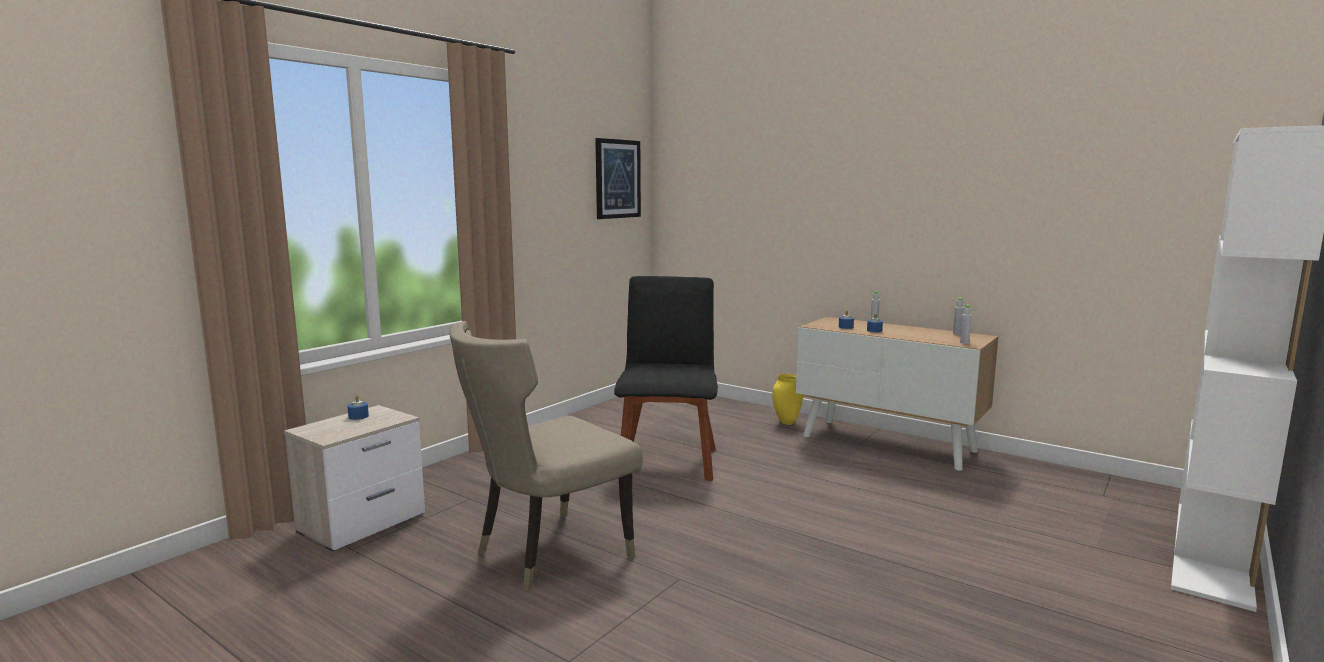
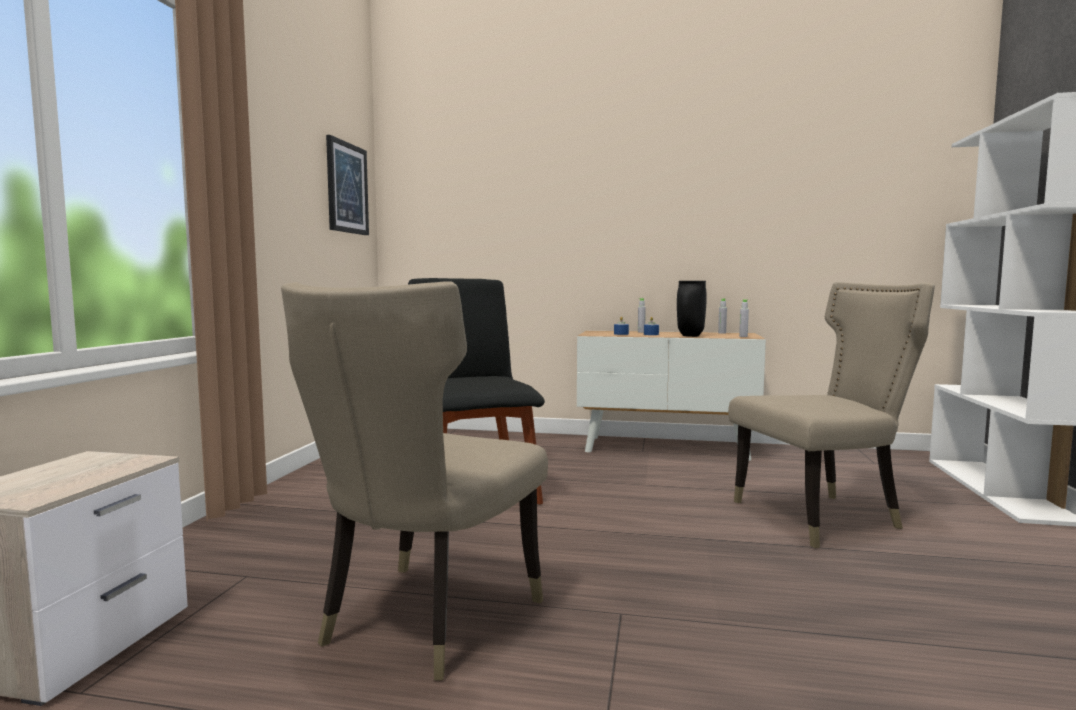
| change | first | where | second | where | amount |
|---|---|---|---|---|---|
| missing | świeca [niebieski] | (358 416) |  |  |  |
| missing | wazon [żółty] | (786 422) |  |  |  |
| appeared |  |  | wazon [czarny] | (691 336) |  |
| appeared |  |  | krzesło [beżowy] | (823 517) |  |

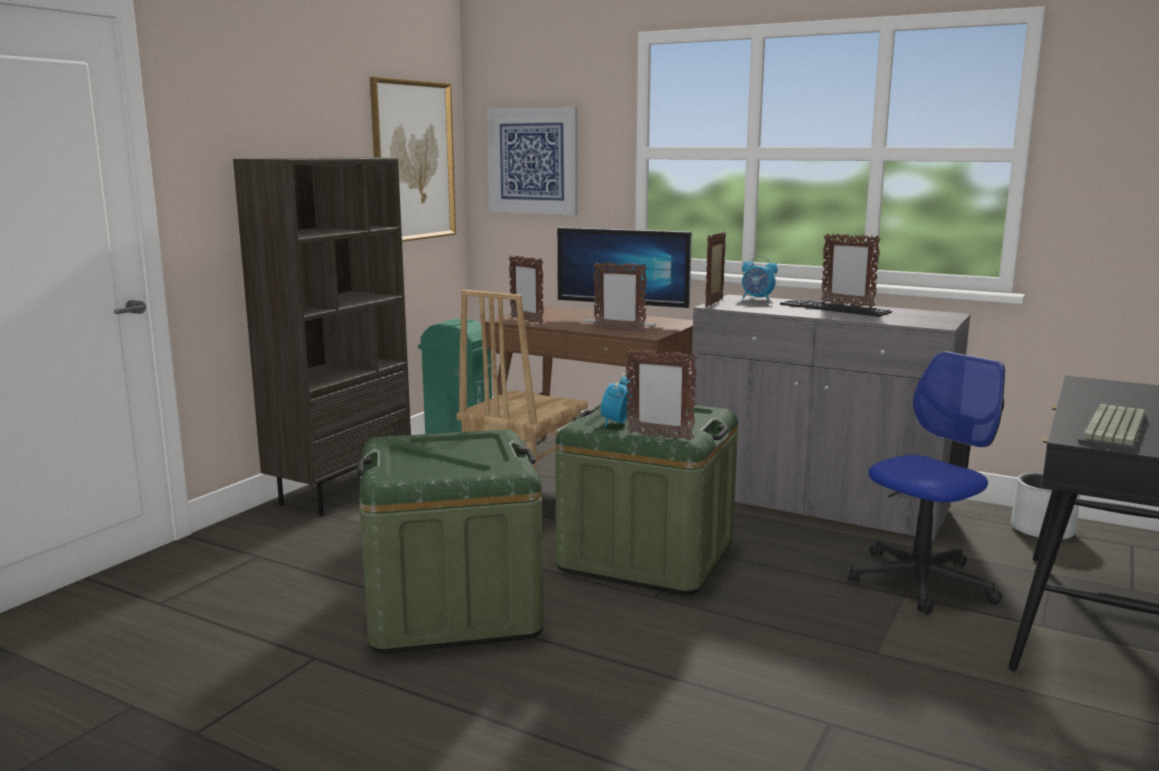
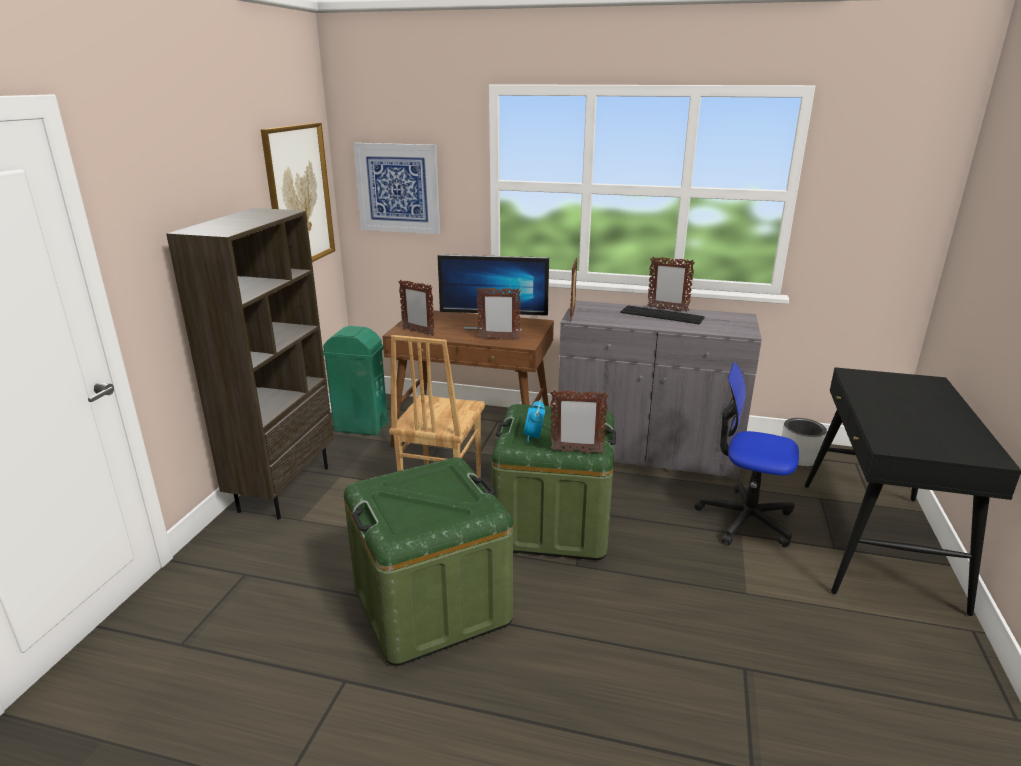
| change | first | where | second | where | amount |
|---|---|---|---|---|---|
| missing | budzik | (757 298) |  |  |  |
| spun | krzesło biurowe | (921 582) |  | (745 519) | 105 degrees counterclockwise |
| missing | klawiatura | (1116 431) |  |  |  |

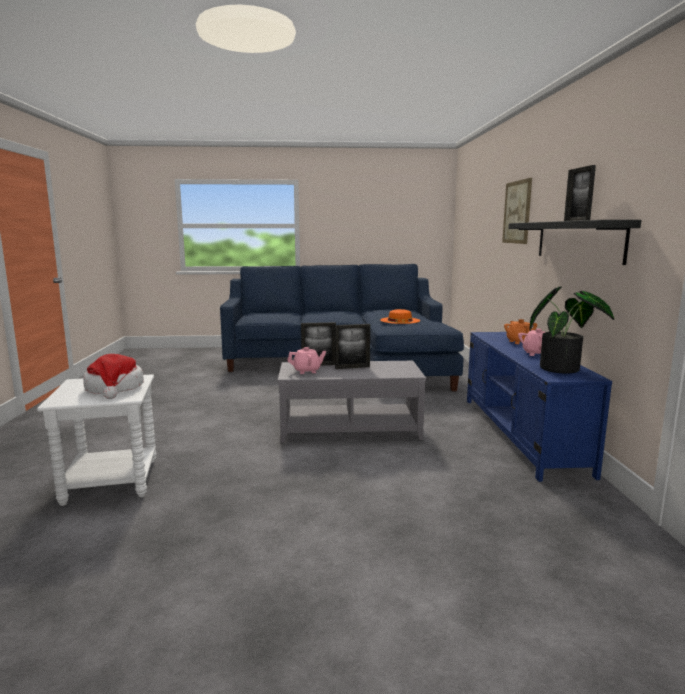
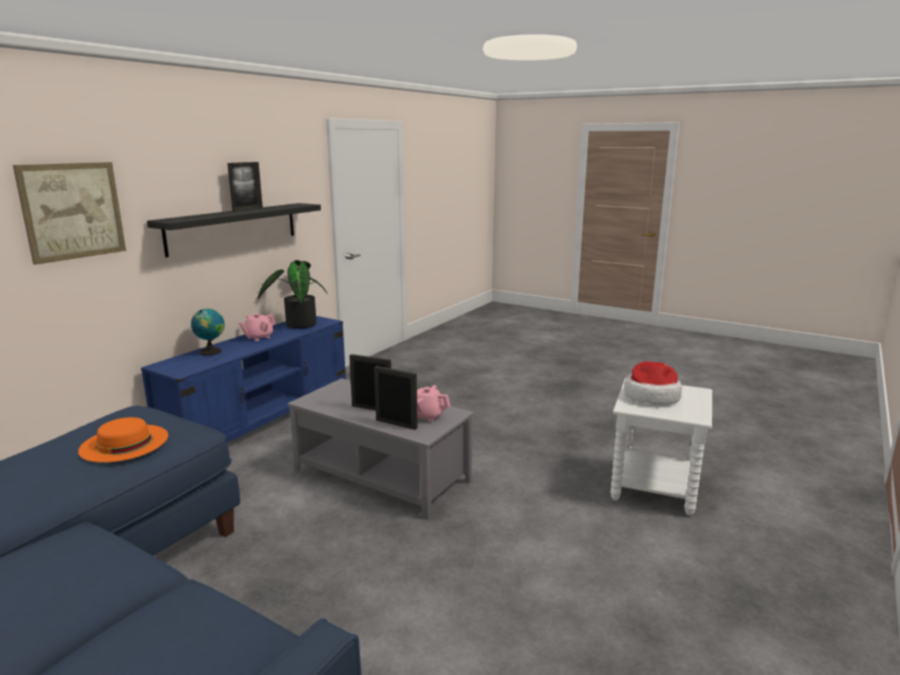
| change | first | where | second | where | amount |
|---|---|---|---|---|---|
| exchanged | imbryk [pomarańczowy] | (519 342) | globus | (211 351) |  |

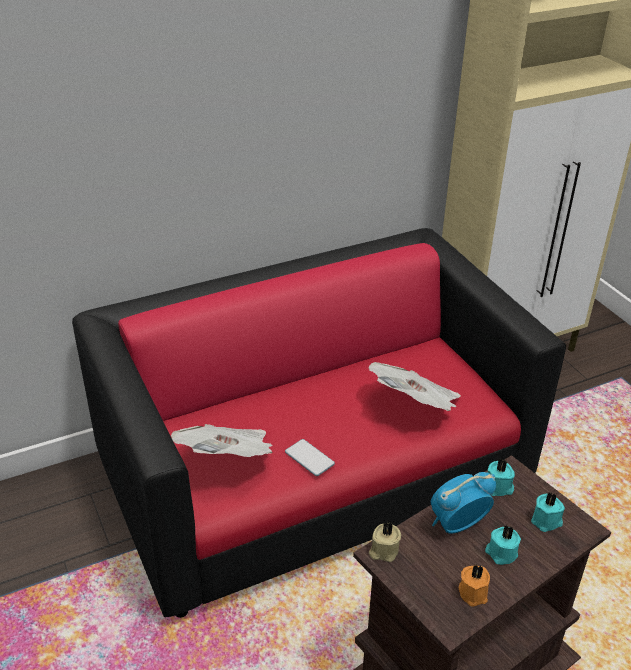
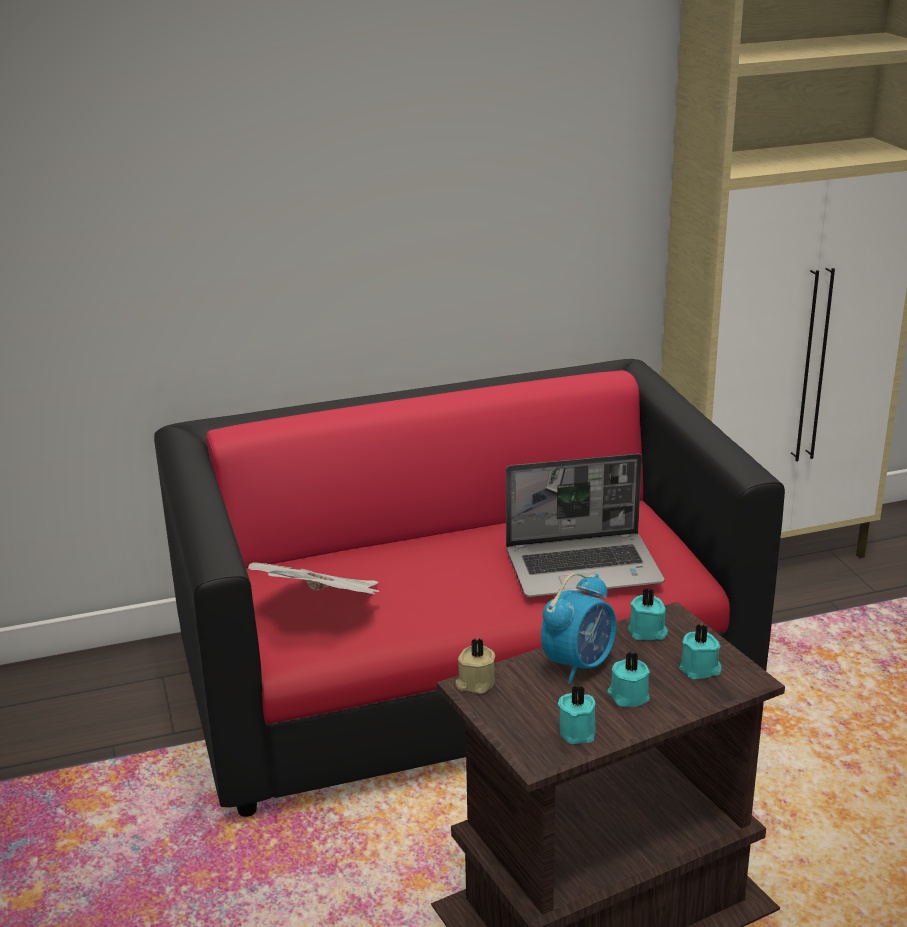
| change | first | where | second | where | amount |
|---|---|---|---|---|---|
| missing | telefon | (309 458) |  |  |  |
| exchanged | gazeta | (415 405) | laptop | (585 567) |  |
| spun | budzik | (456 524) |  | (579 664) | 150 degrees clockwise |
| colour | świeca [pomarańczowy] | (474 592) | świeca [turkusowy] | (578 731) |  |

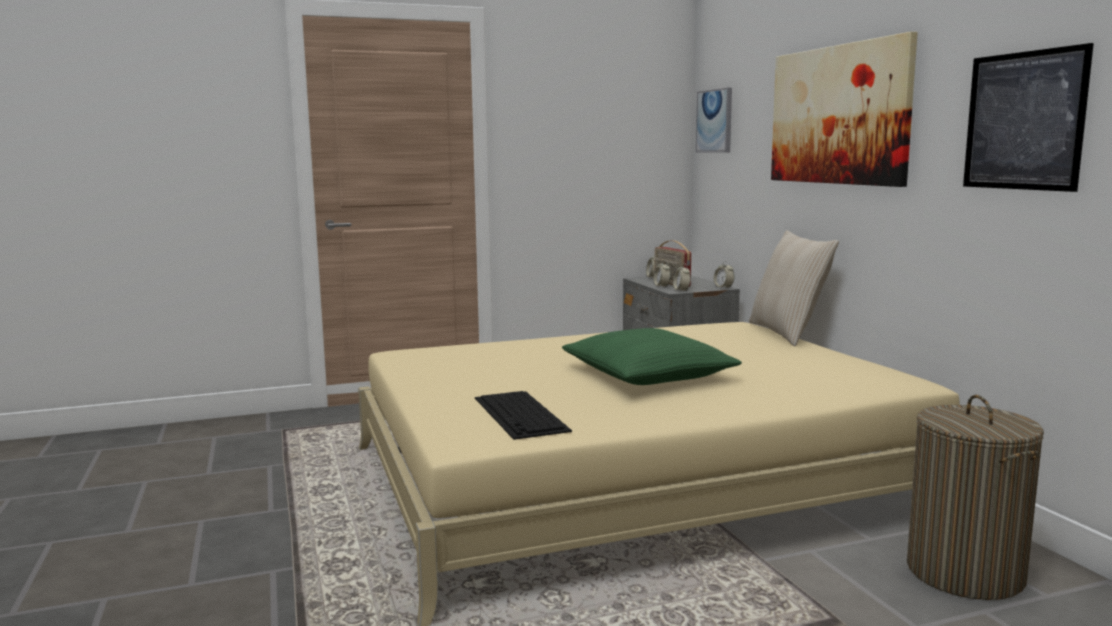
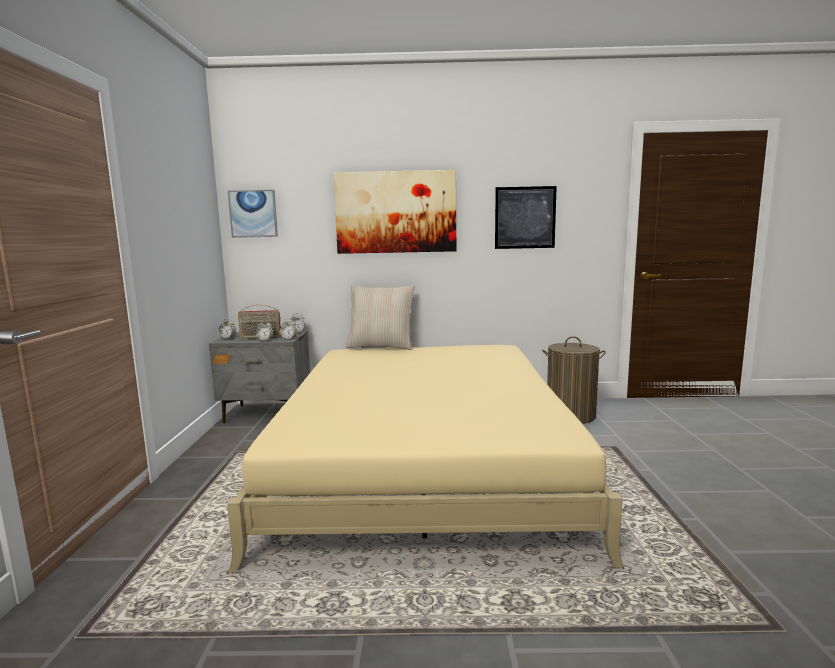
| change | first | where | second | where | amount |
|---|---|---|---|---|---|
| missing | klawiatura | (521 414) |  |  |  |
| missing | poduszka [zielony] | (647 375) |  |  |  |

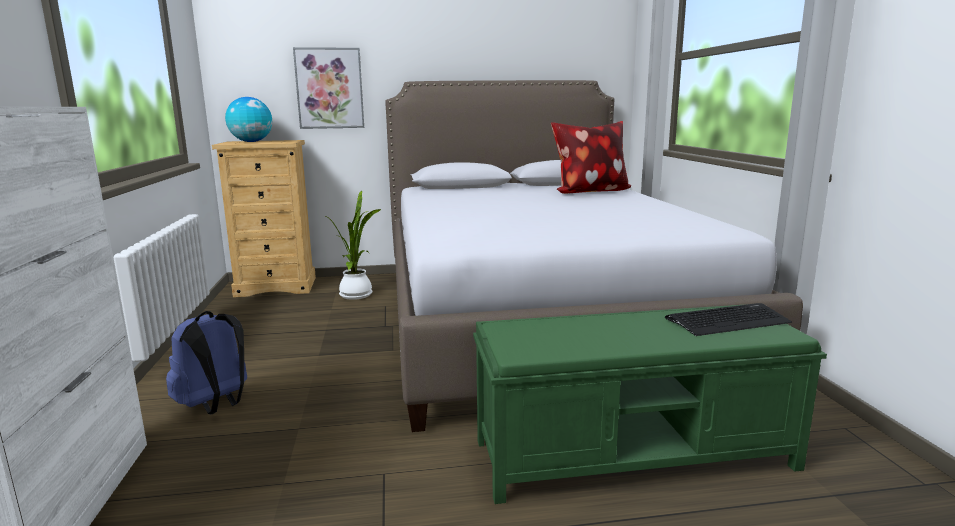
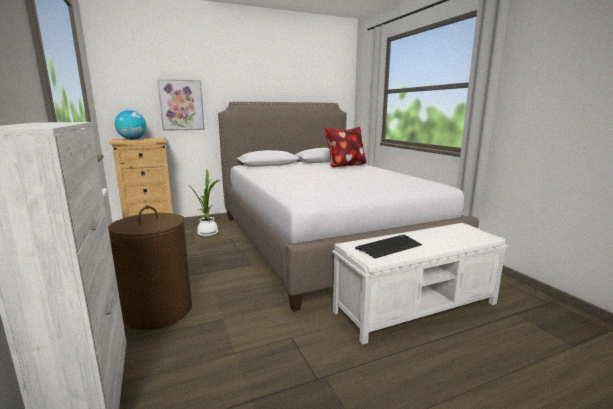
| change | first | where | second | where | amount |
|---|---|---|---|---|---|
| exchanged | plecak [niebieski] | (215 405) | kosz na pranie [brązowy] | (158 311) |  |
| colour | ławka [zielony] | (635 454) | ławka [biały] | (417 307) |  |
| relocated | klawiatura | (727 321) |  | (389 247) |  |

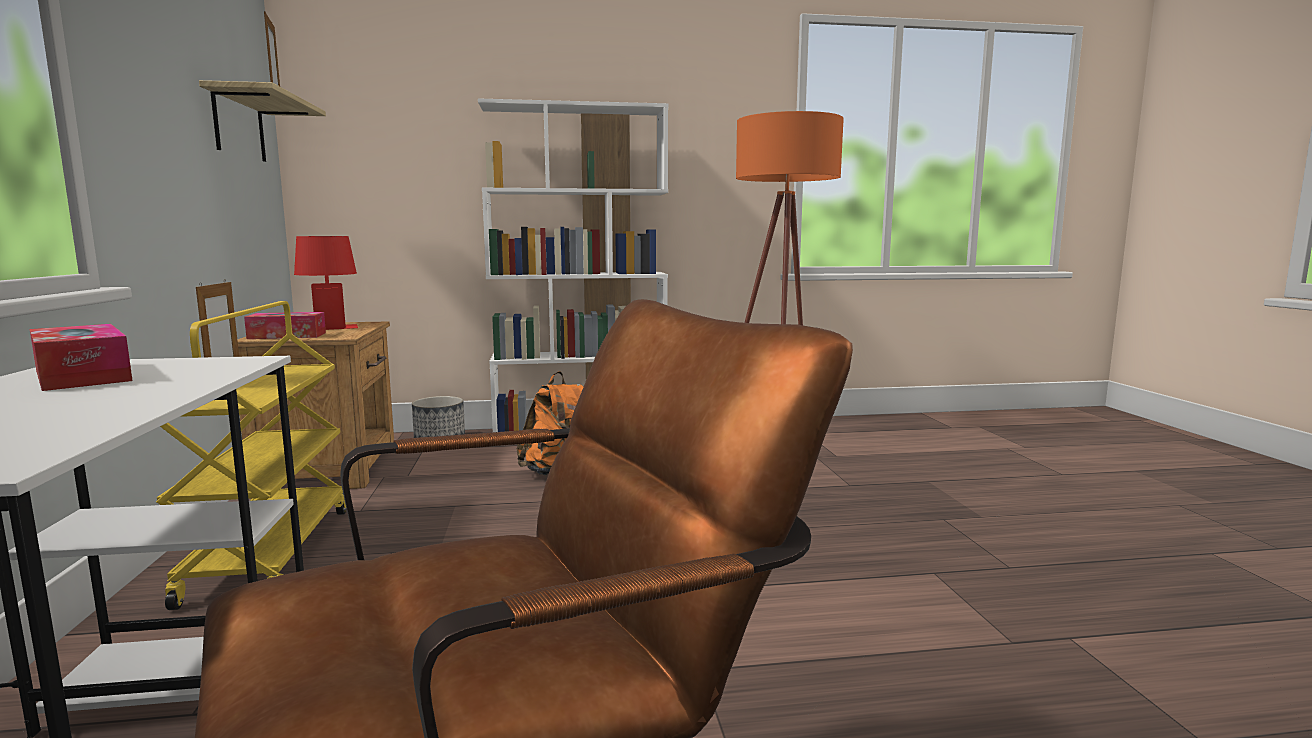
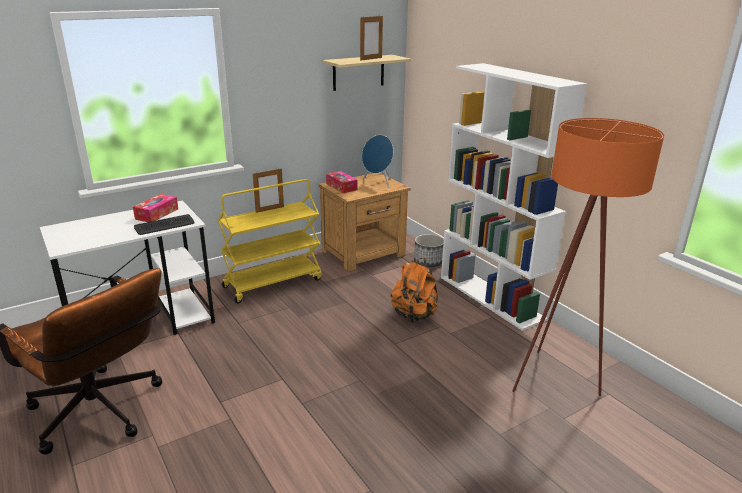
| change | first | where | second | where | amount |
|---|---|---|---|---|---|
| exchanged | lampa stołowa [czerwony] | (330 326) | głośnik [niebieski] | (378 183) |  |
| appeared |  |  | klawiatura | (165 225) |  |

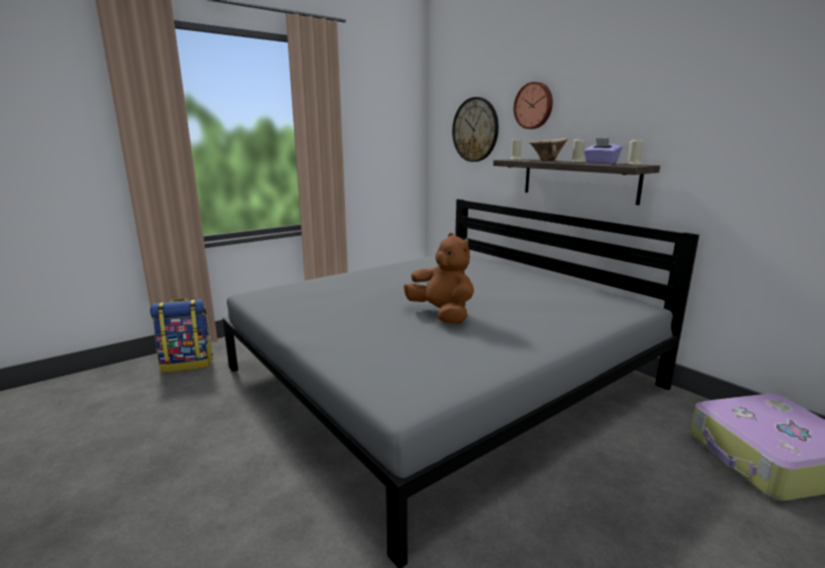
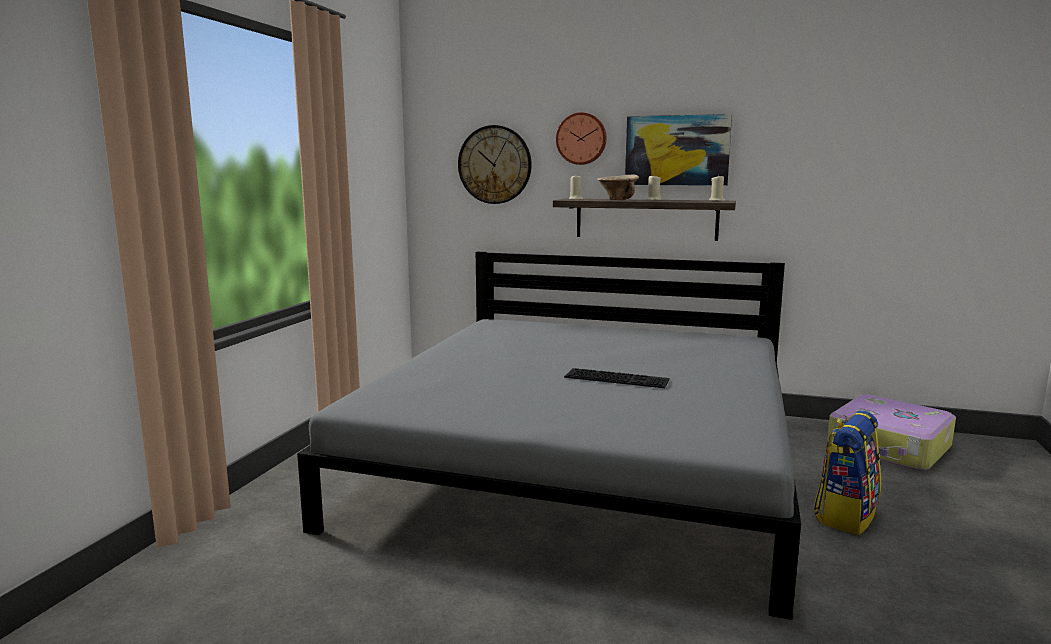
| change | first | where | second | where | amount |
|---|---|---|---|---|---|
| relocated | plecak | (188 364) |  | (845 515) |  |
| exchanged | pluszak [brązowy] | (442 314) | klawiatura | (618 378) |  |
| missing | pudełko chusteczek [fioletowy] | (600 163) |  |  |  |
| appeared |  |  | obraz | (677 150) |  |

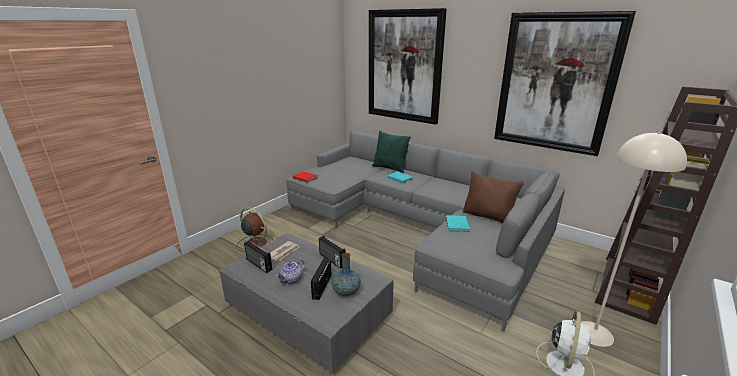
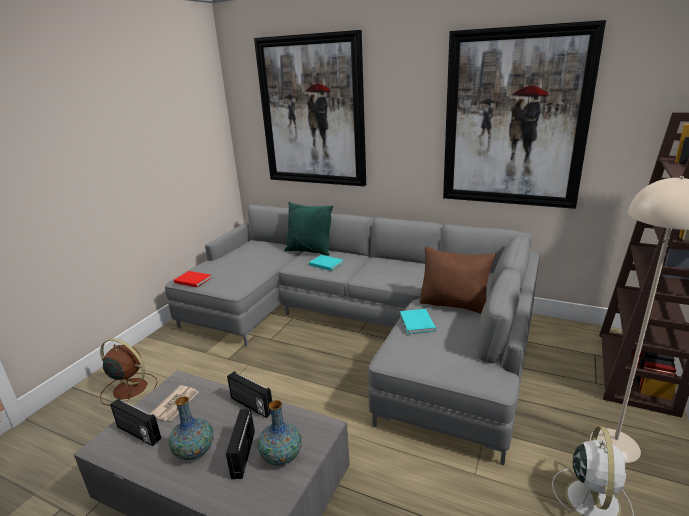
| change | first | where | second | where | amount |
|---|---|---|---|---|---|
| exchanged | imbryk | (292 280) | wazon | (195 451) |  |

